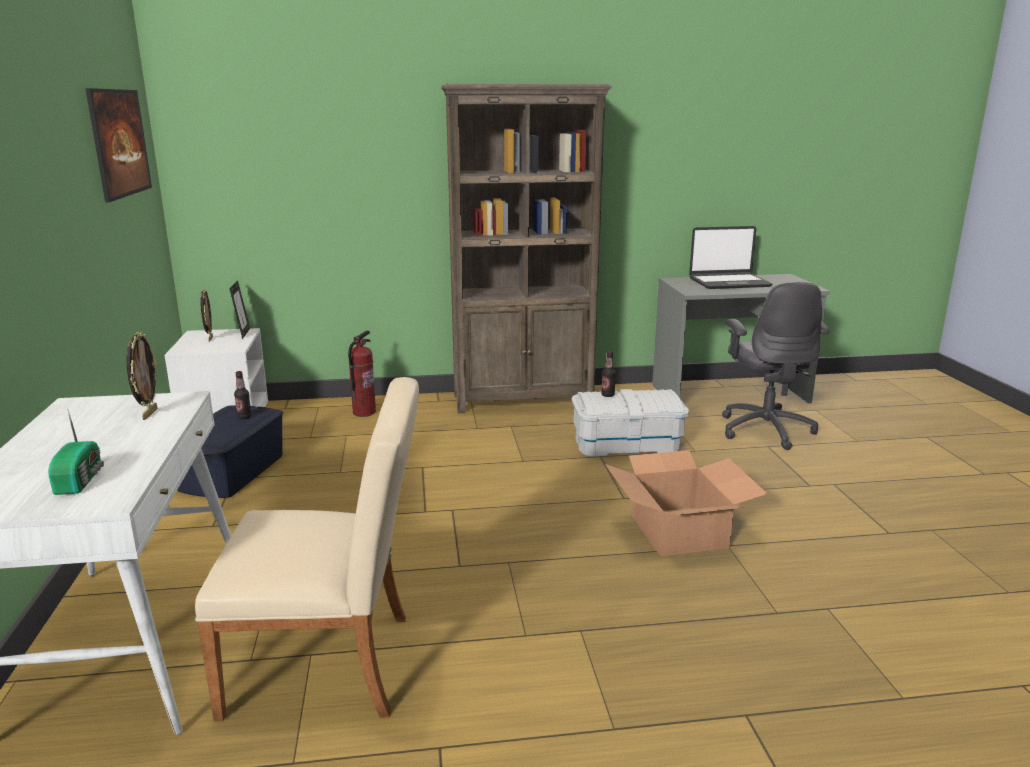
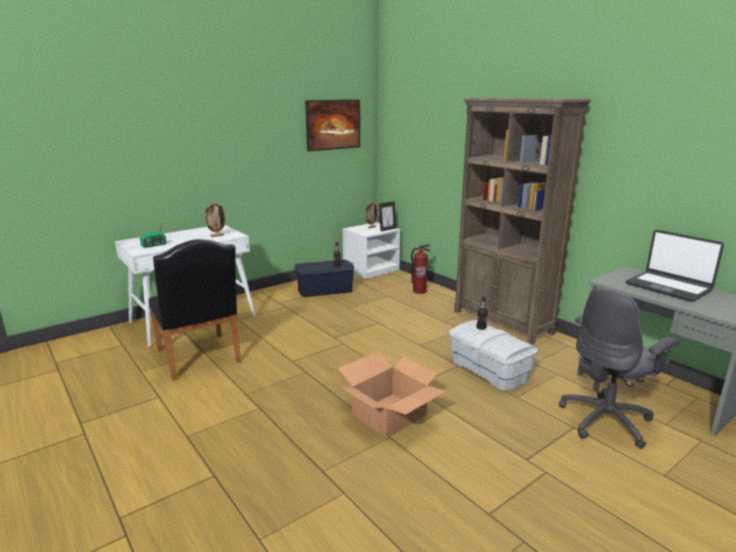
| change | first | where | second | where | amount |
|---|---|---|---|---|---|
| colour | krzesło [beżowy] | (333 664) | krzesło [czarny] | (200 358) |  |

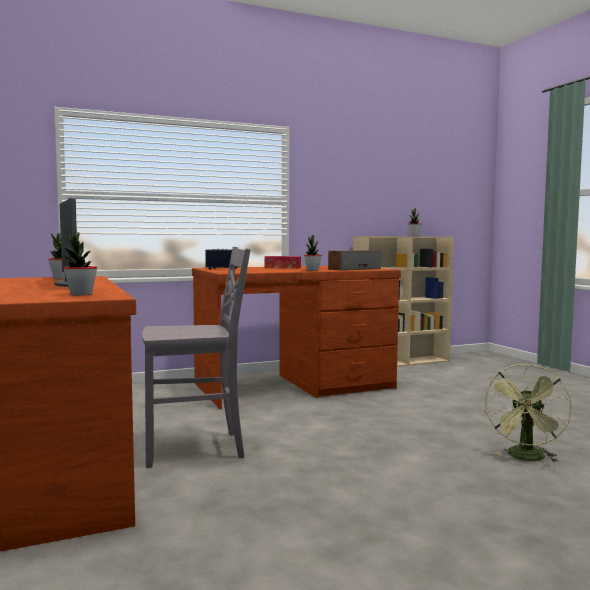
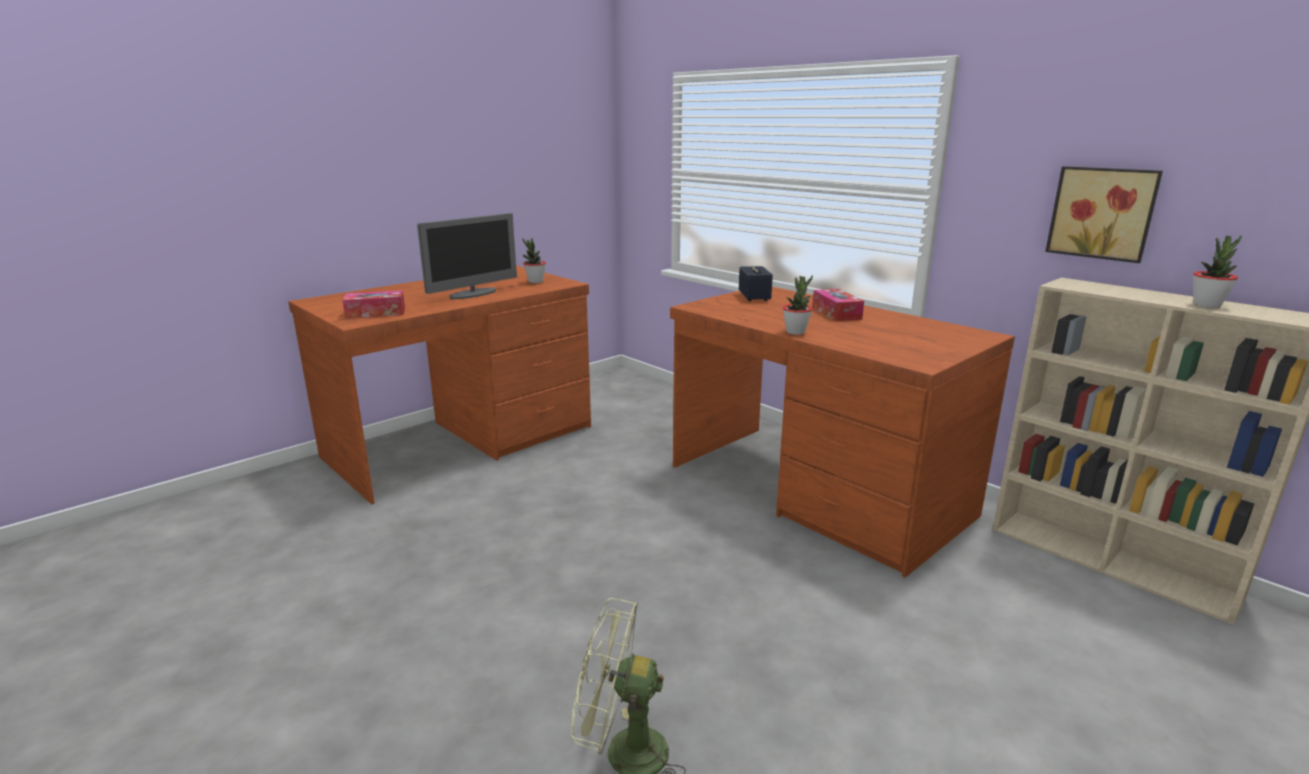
| change | first | where | second | where | amount |
|---|---|---|---|---|---|
| exchanged | roślina doniczkowa | (81 294) | pudełko chusteczek | (375 313) |  |
| missing | krzesło [szary] | (196 449) |  |  |  |
| missing | głośnik | (354 269) |  |  |  |
| appeared |  |  | obraz | (1102 213) |  |

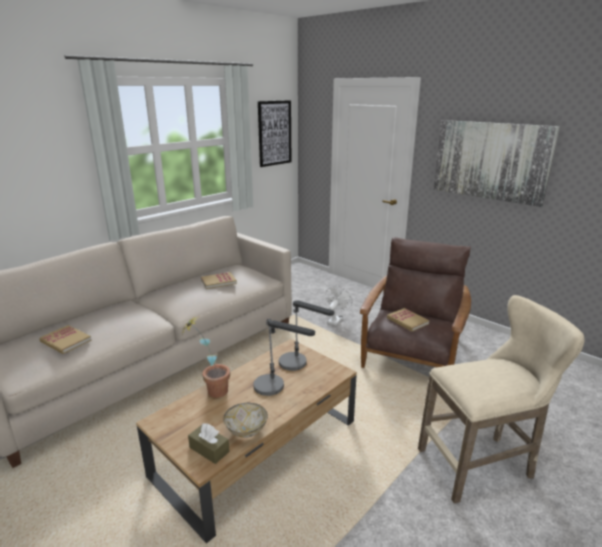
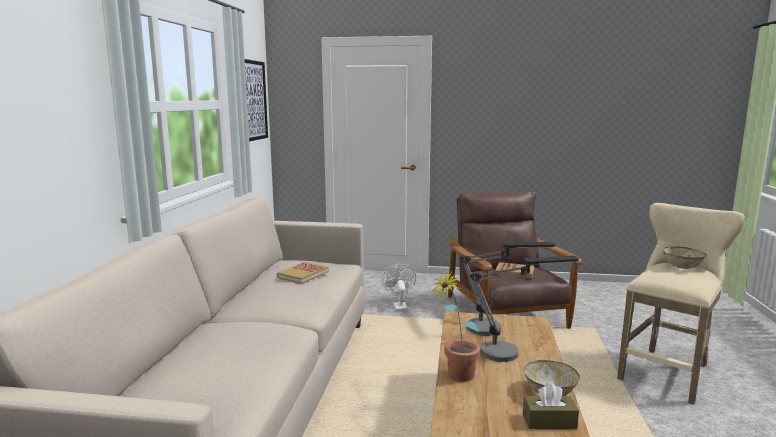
| change | first | where | second | where | amount |
|---|---|---|---|---|---|
| missing | książka | (66 341) |  |  |  |
| missing | obraz | (490 161) |  |  |  |
| appeared |  |  | miska | (682 267) |  |

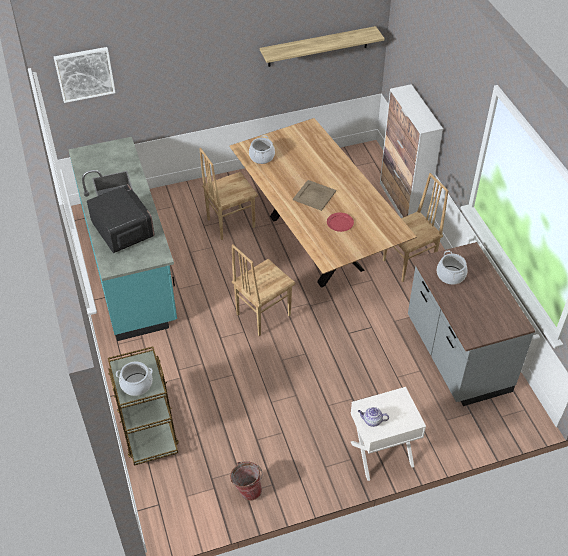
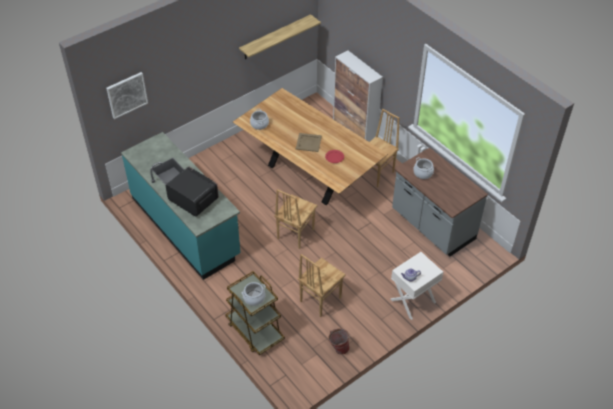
| change | first | where | second | where | amount |
|---|---|---|---|---|---|
| relocated | krzesło [brązowy] | (230 223) |  | (319 299) |  |

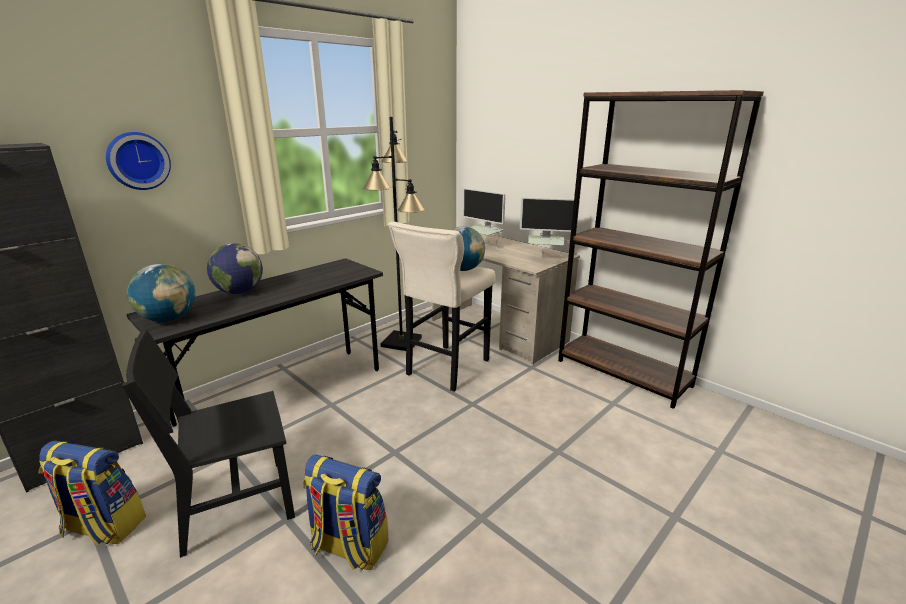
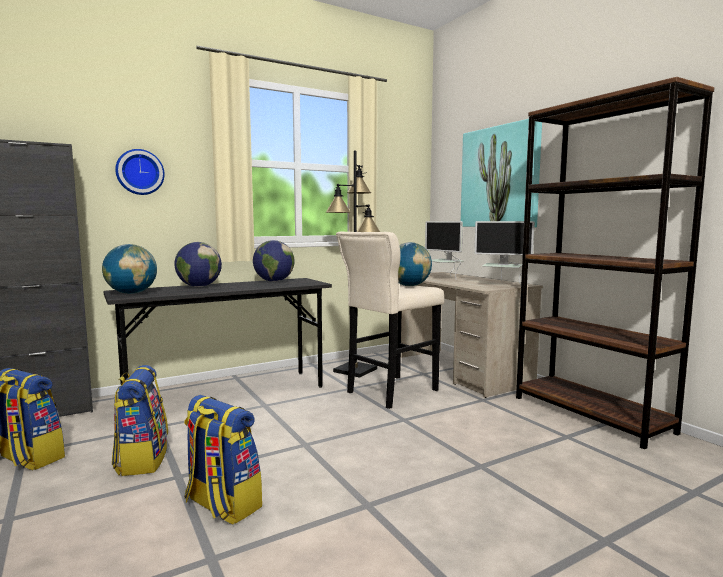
| change | first | where | second | where | amount |
|---|---|---|---|---|---|
| exchanged | krzesło [czarny] | (236 504) | plecak | (141 460) |  |
| appeared |  |  | globus | (274 281) |  |
| appeared |  |  | obraz | (500 177) |  |

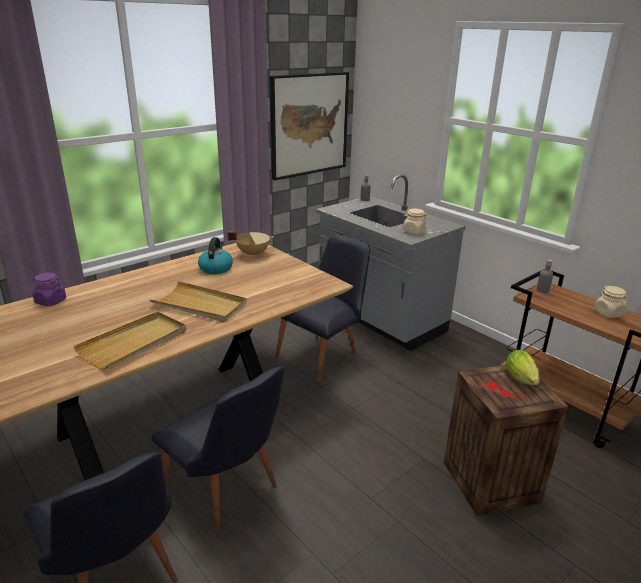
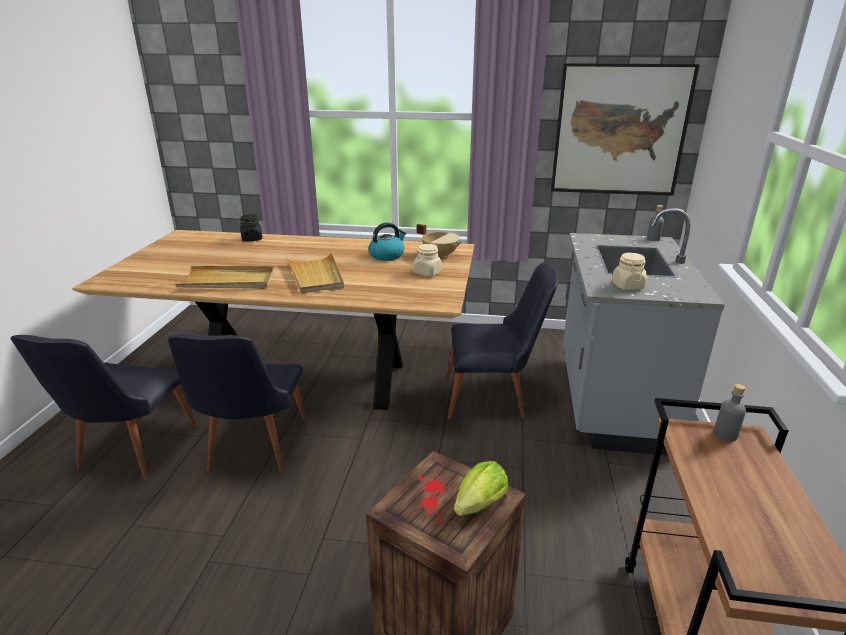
| change | first | where | second | where | amount |
|---|---|---|---|---|---|
| colour | słoik [fioletowy] | (50 301) | słoik [czarny] | (252 239) |  |
| relocated | słoik [beżowy] | (608 313) |  | (427 273) |  |

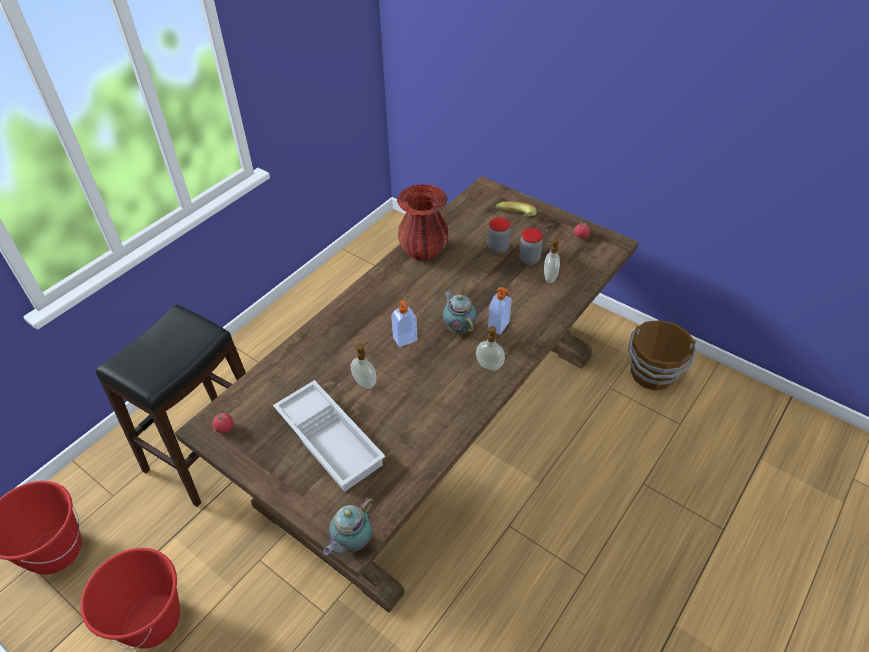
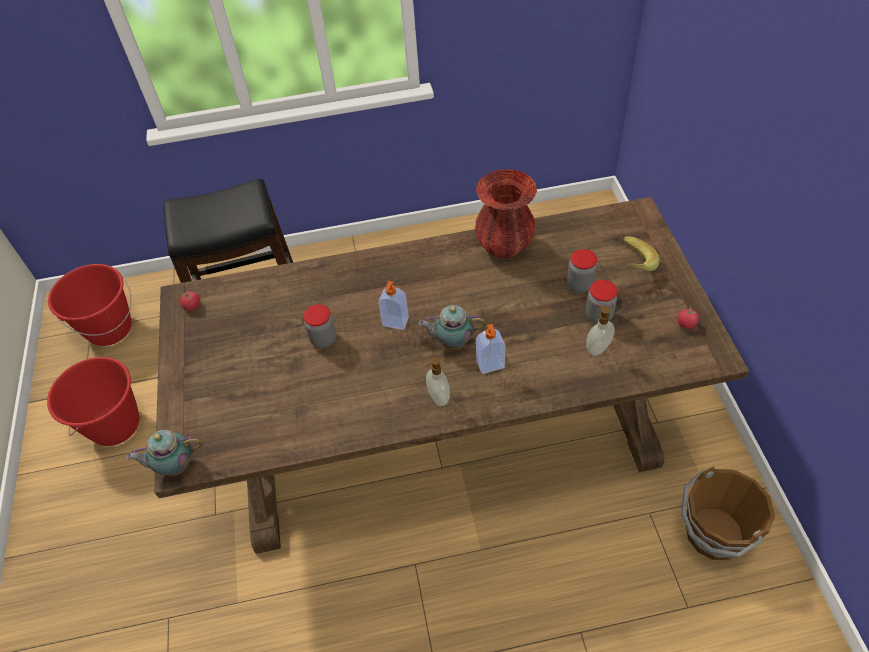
| change | first | where | second | where | amount |
|---|---|---|---|---|---|
| missing | taca [biały] | (331 439) |  |  |  |
| exchanged | dozownik mydła | (365 382) | słoik | (323 339) |  |
| spun | imbryk | (458 328) |  | (452 342) | 105 degrees counterclockwise |

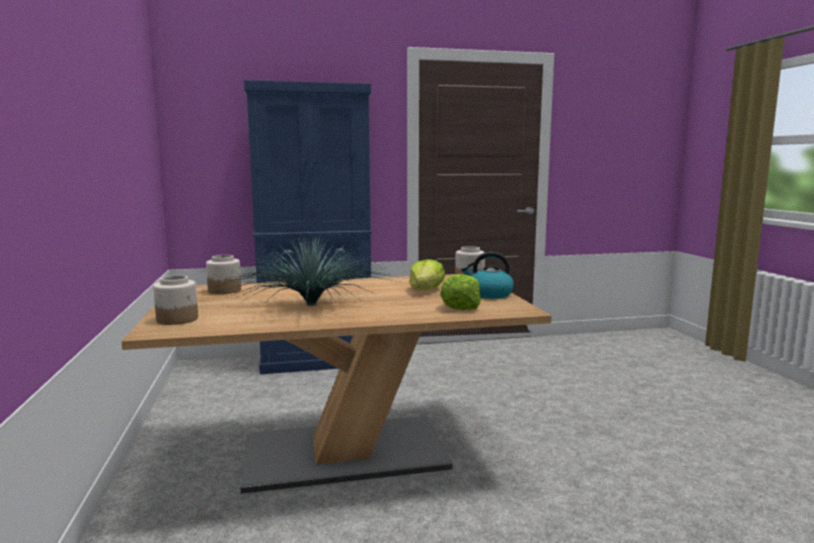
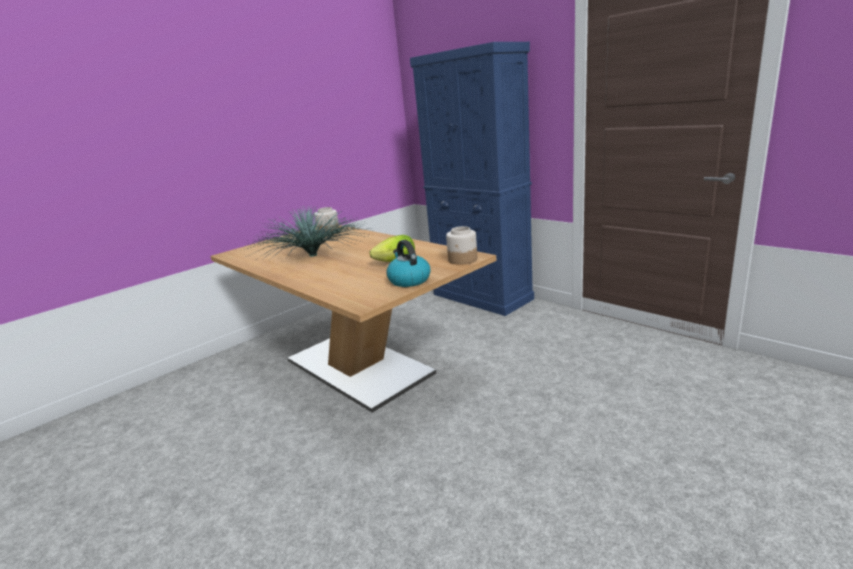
| change | first | where | second | where | amount |
|---|---|---|---|---|---|
| missing | słoik | (178 319) |  |  |  |
| missing | sałata | (460 306) |  |  |  |

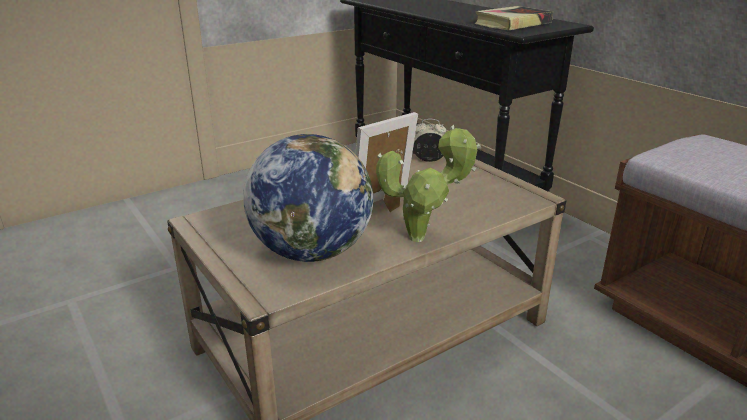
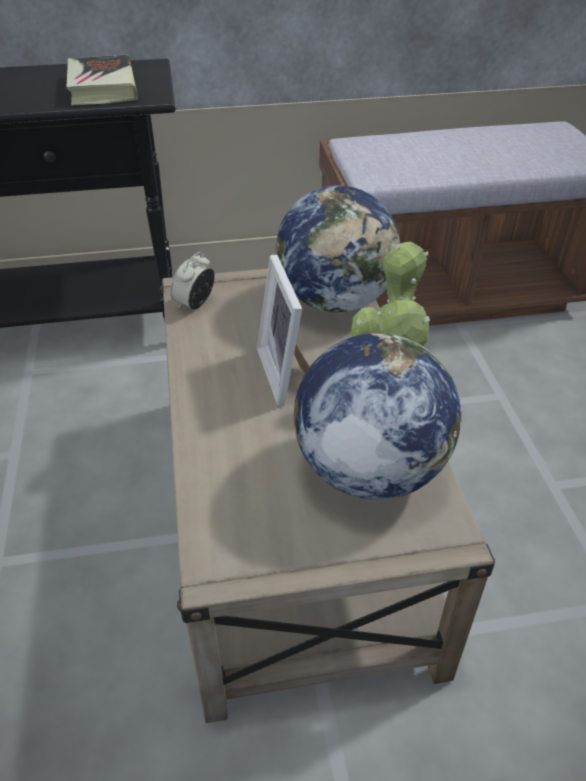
| change | first | where | second | where | amount |
|---|---|---|---|---|---|
| appeared |  |  | globus | (336 301) |  |

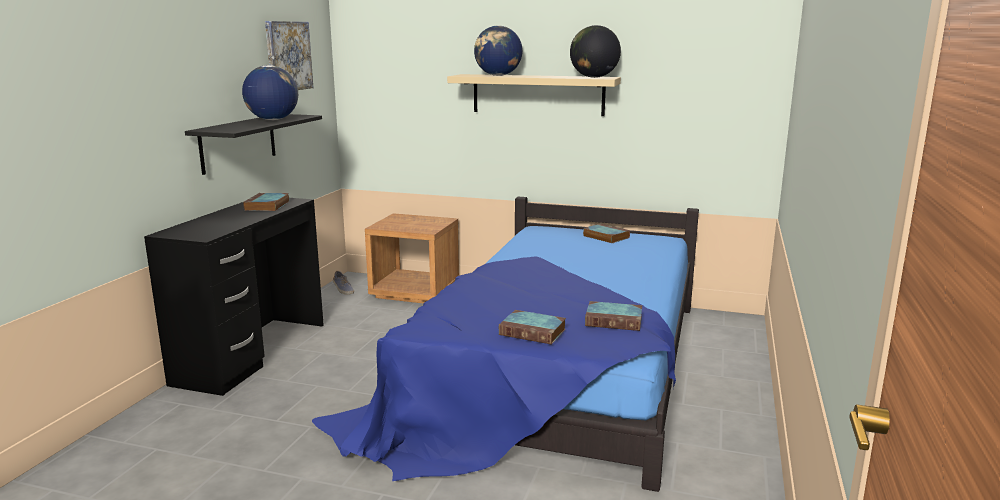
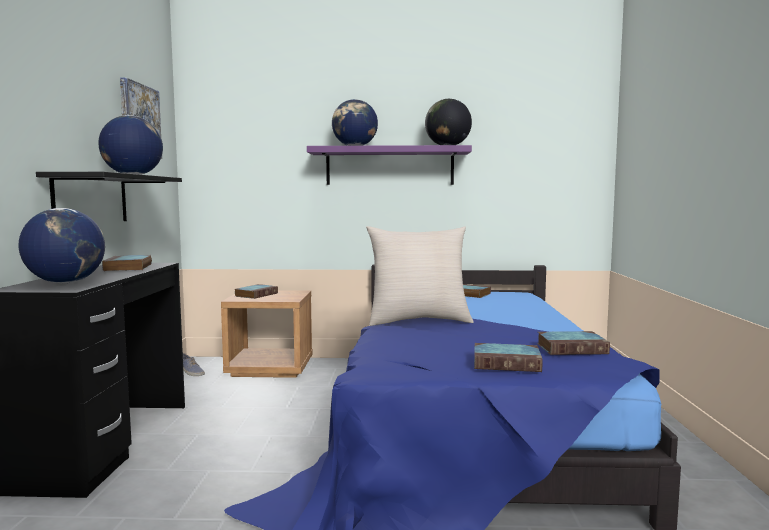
| change | first | where | second | where | amount |
|---|---|---|---|---|---|
| colour | półka [beżowy] | (538 94) | półka [fioletowy] | (389 166) |  |
| appeared |  |  | globus | (65 282) |  |
| appeared |  |  | książka | (256 294) |  |
| appeared |  |  | poduszka [beżowy] | (418 321) |  |

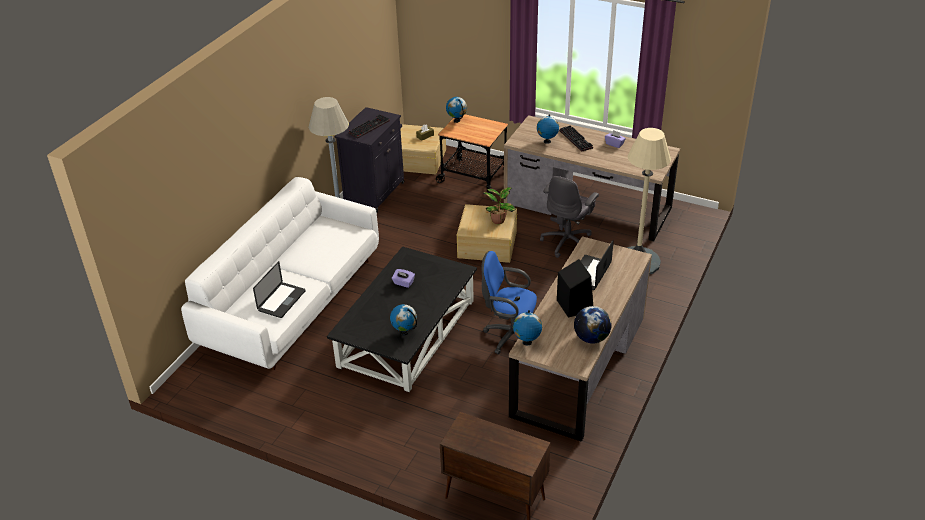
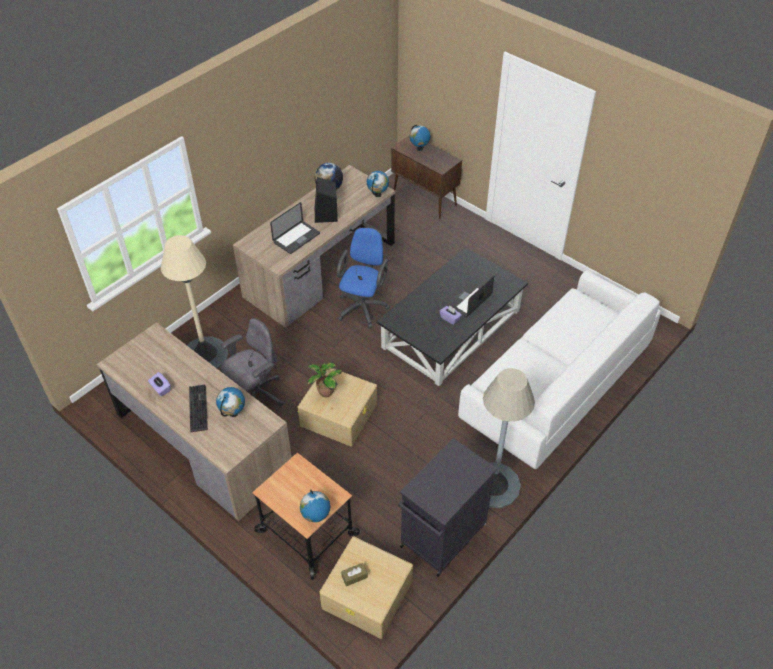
| change | first | where | second | where | amount |
|---|---|---|---|---|---|
| relocated | laptop | (282 301) |  | (469 300) |  |
| missing | klawiatura | (369 126) |  |  |  |
| relocated | globus | (404 332) |  | (419 149) |  |
| spun | krzesło biurowe [niebieski] | (510 336) |  | (363 306) | 105 degrees counterclockwise |

